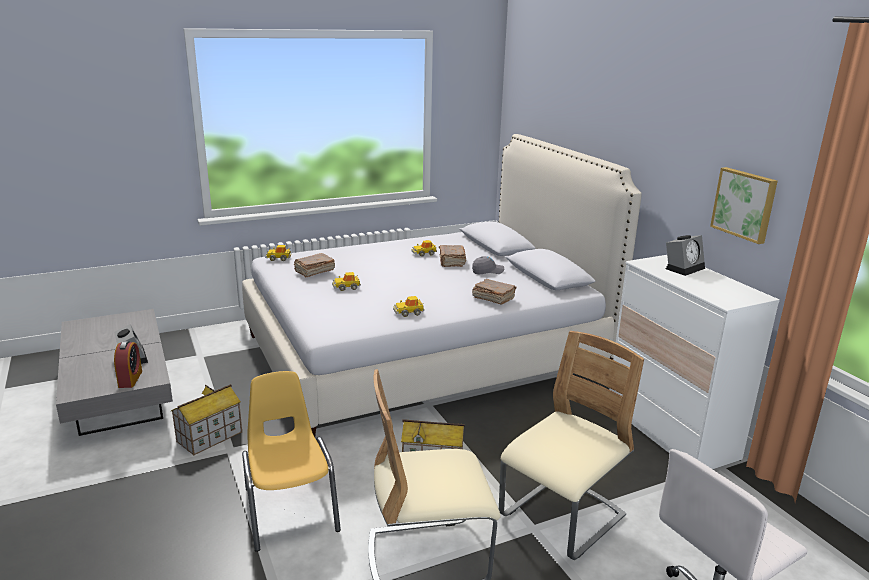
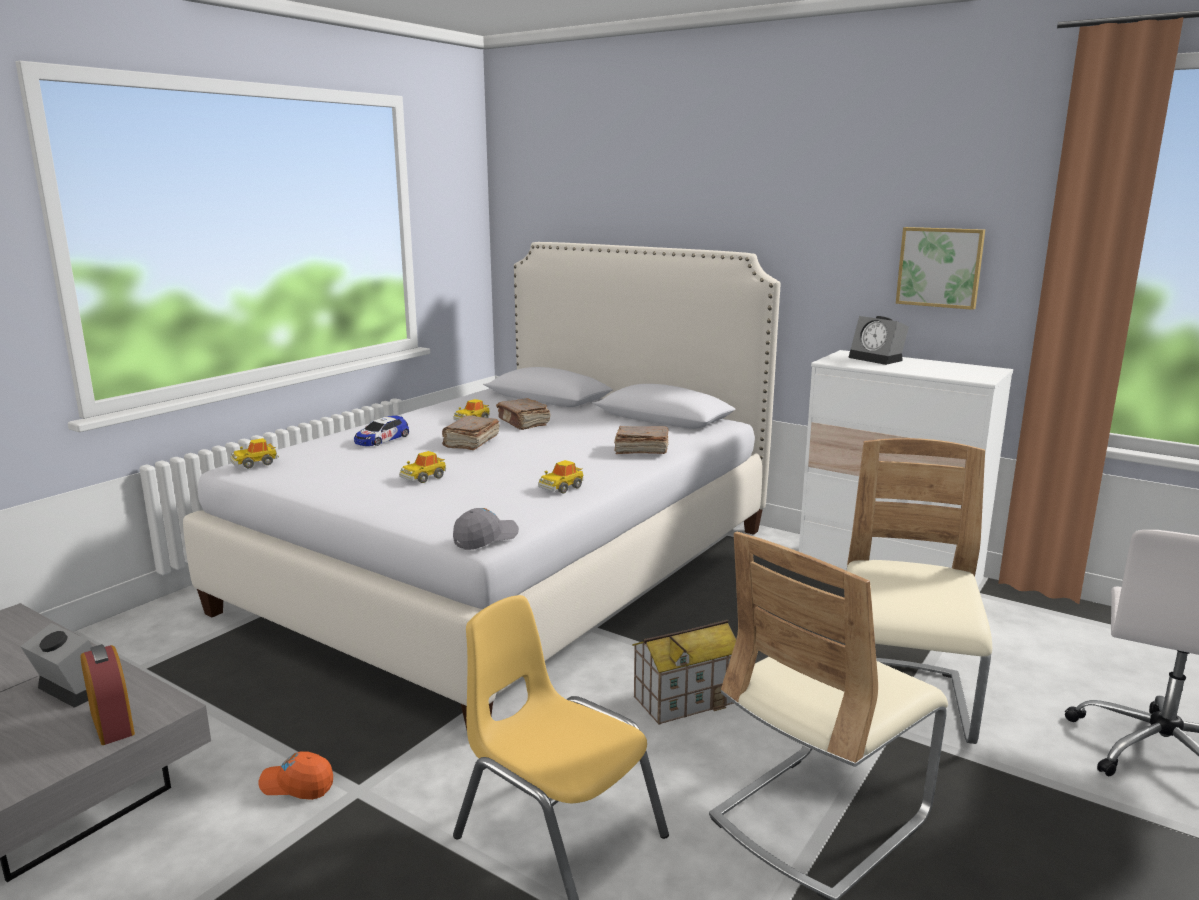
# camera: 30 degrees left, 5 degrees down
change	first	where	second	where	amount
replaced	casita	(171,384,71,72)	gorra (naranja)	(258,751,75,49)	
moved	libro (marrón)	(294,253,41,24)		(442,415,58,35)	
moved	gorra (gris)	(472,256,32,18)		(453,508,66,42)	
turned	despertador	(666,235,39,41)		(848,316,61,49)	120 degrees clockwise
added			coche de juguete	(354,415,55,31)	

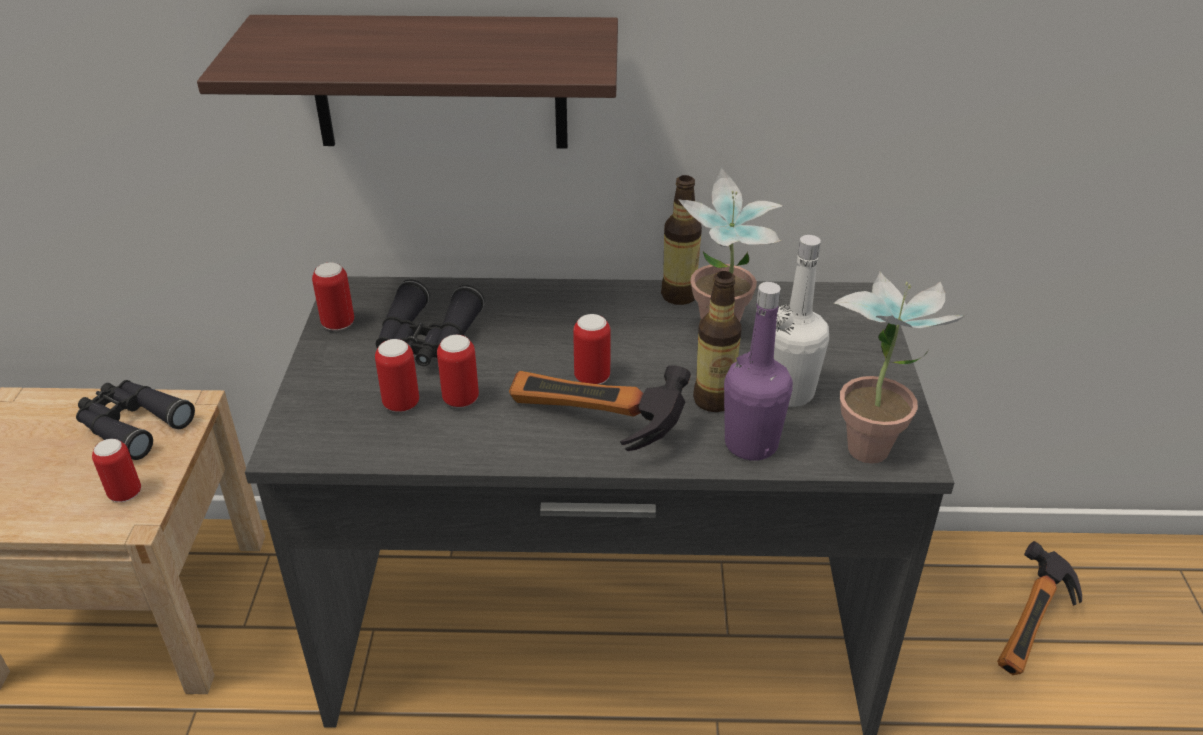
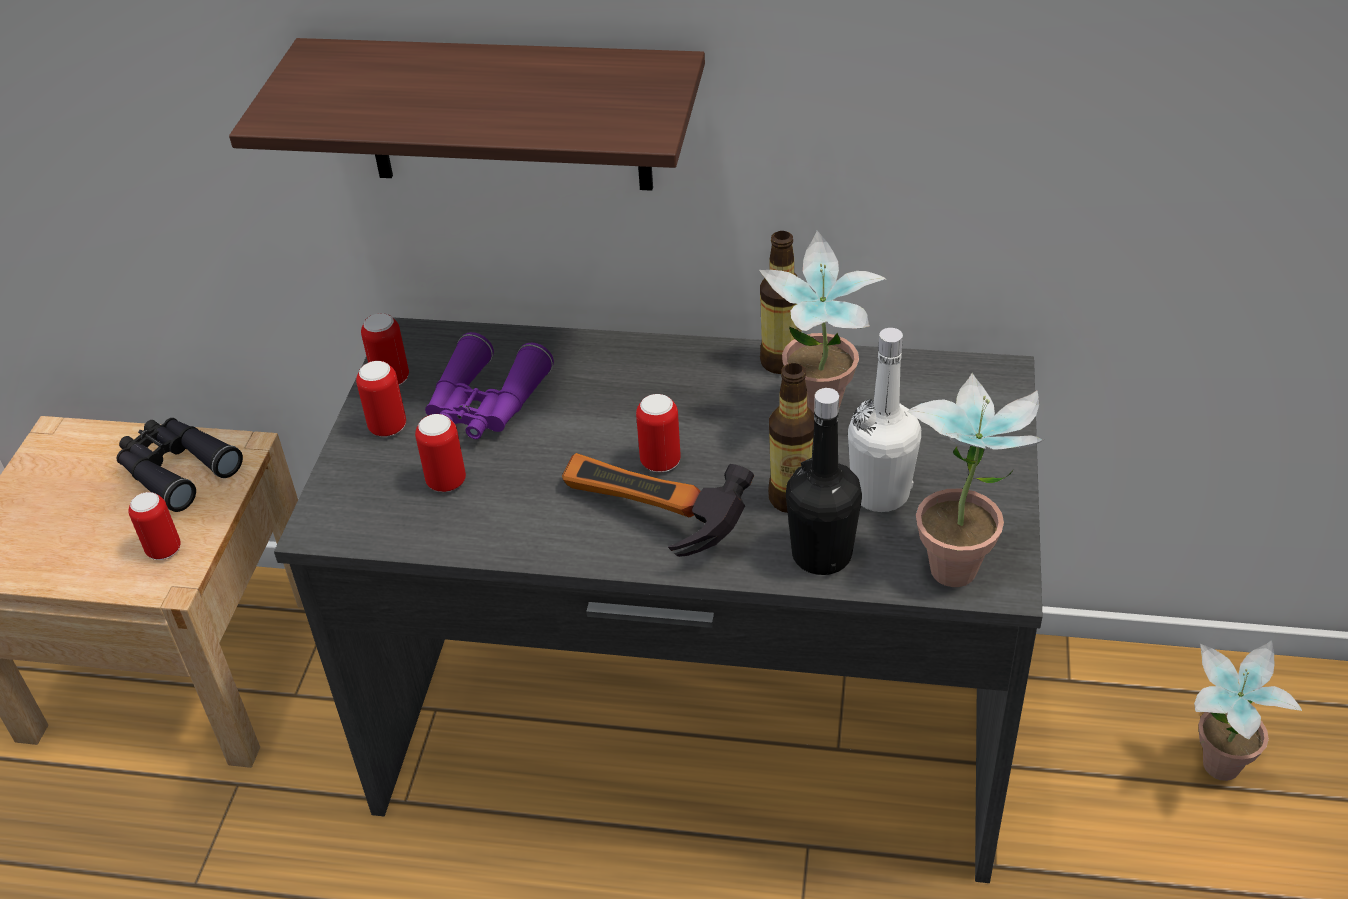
# camera: 10 degrees right, 5 degrees up
change	first	where	second	where	amount
recoloured	prismáticos (negro)	(376,279,109,87)	prismáticos (morado)	(425,332,129,107)	
moved	lata	(437,335,42,72)		(356,361,50,76)	
recoloured	botella (morado)	(724,282,69,178)	botella (negro)	(786,388,76,187)	
replaced	martillo	(997,541,85,134)	planta en maceta	(1194,640,108,141)	

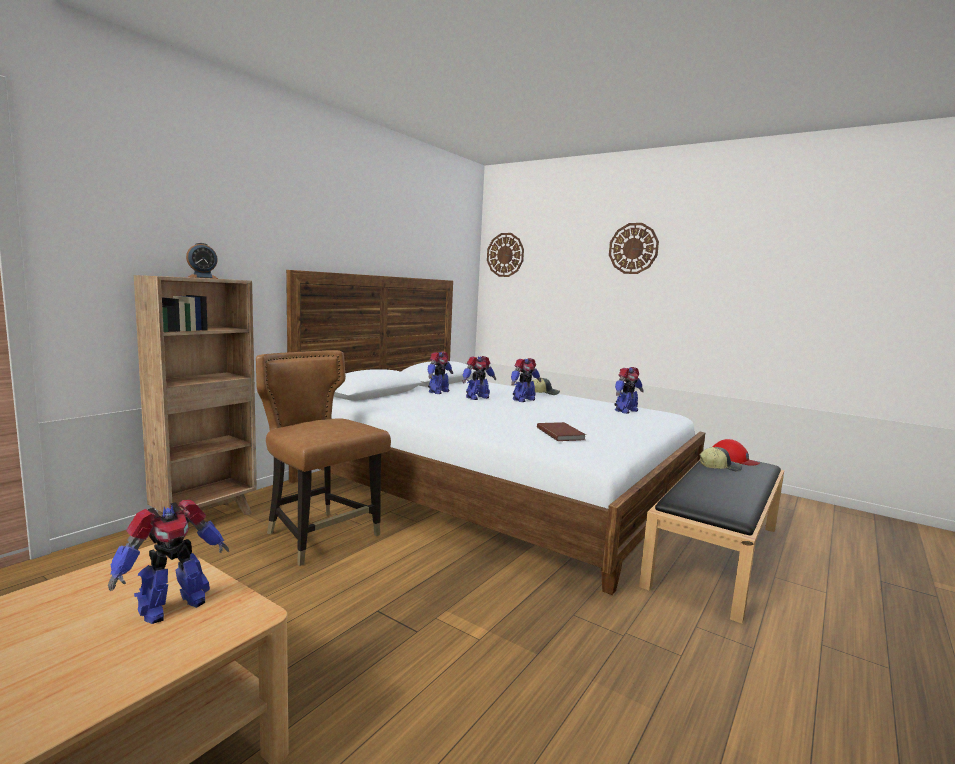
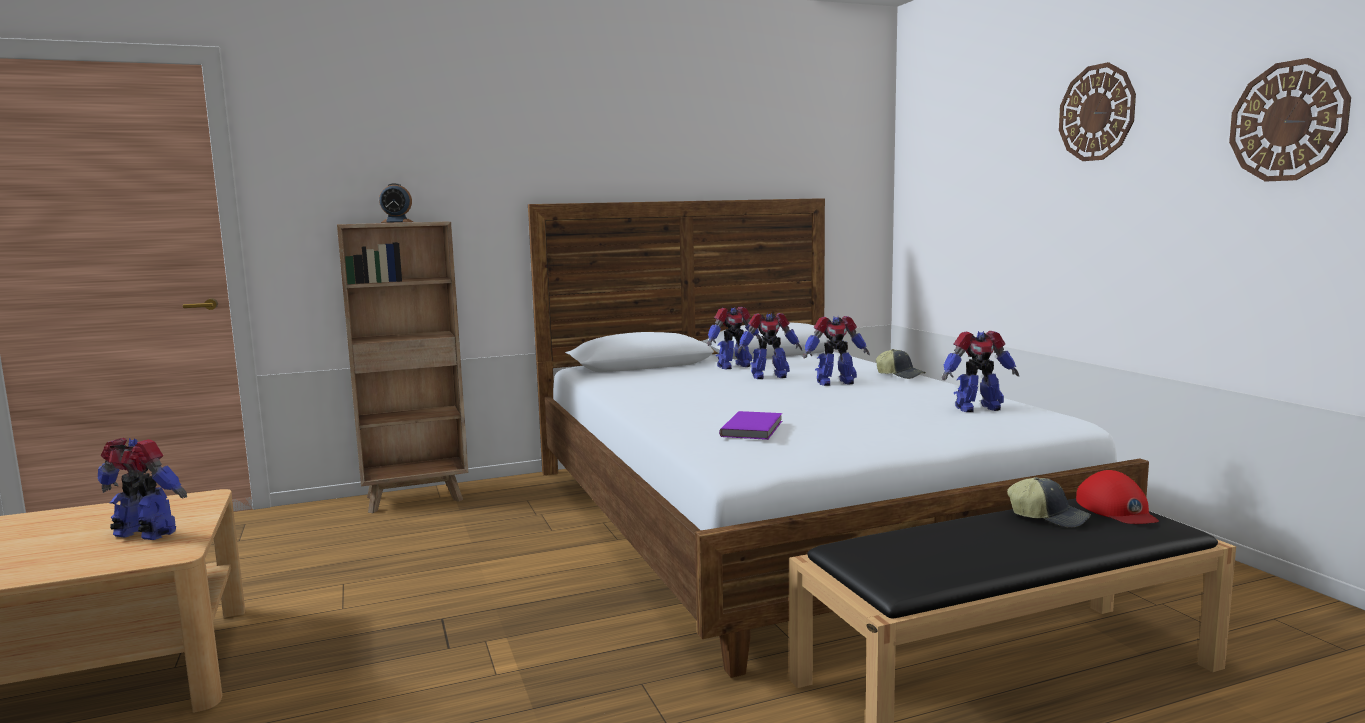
# camera: 35 degrees right, 0 degrees up
change	first	where	second	where	amount
turned	robot de juguete	(108,500,121,124)		(98,438,89,102)	150 degrees counterclockwise
removed	silla (marrón)	(256,350,135,216)			
moved	reloj de pared	(487,233,37,44)		(1229,58,122,124)	
recoloured	libro (marrón)	(537,422,49,19)	libro (morado)	(719,411,63,29)	

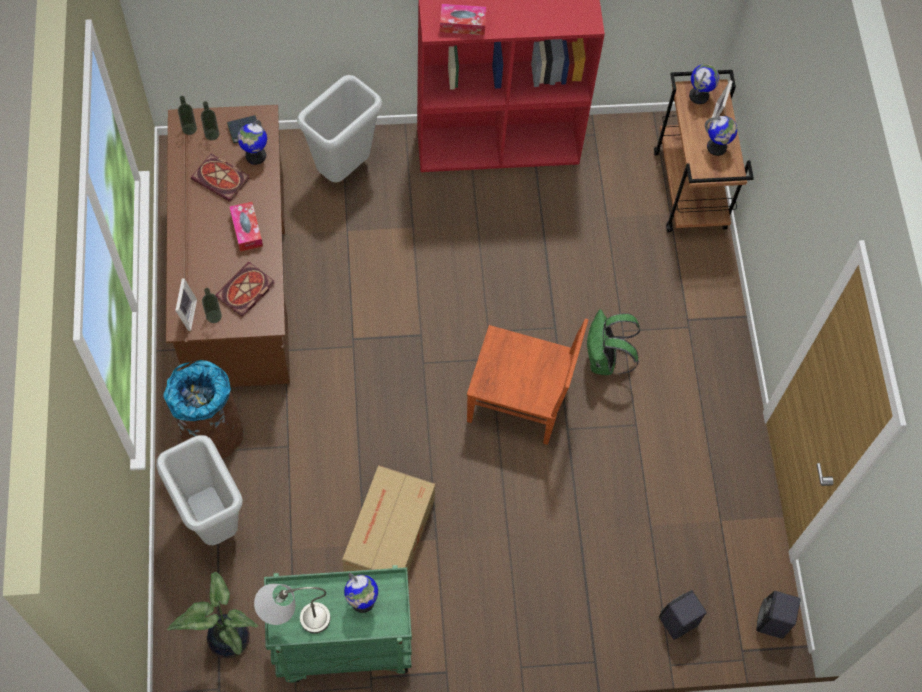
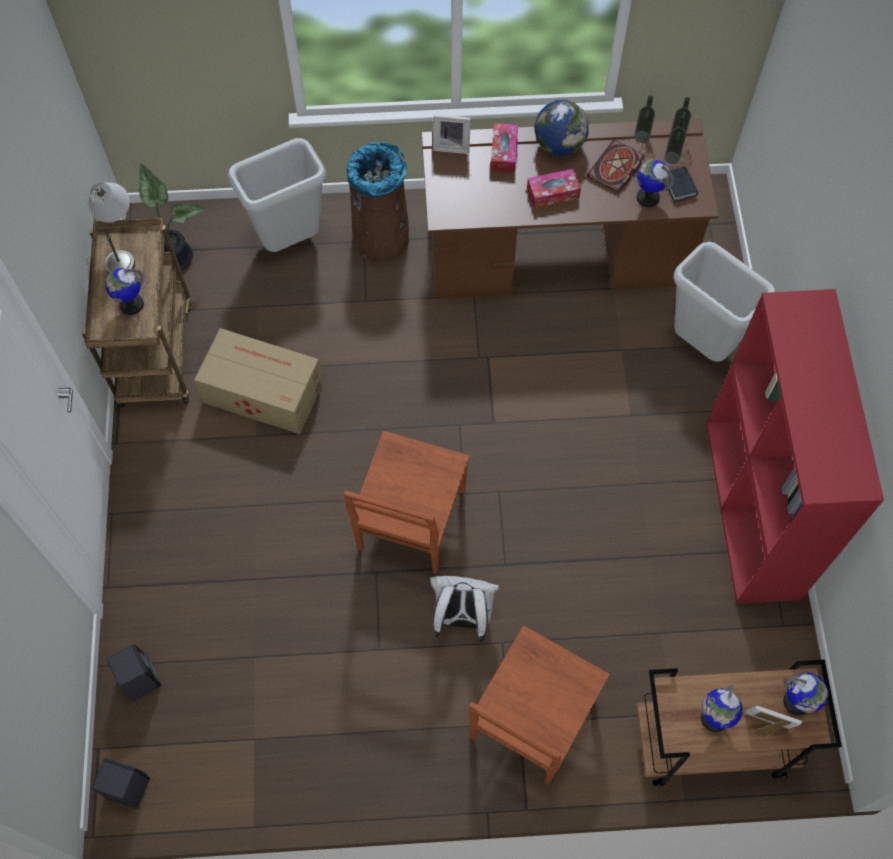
# camera: 95 degrees right, 0 degrees up
change	first	where	second	where	amount
moved	botella	(202,288,20,35)		(634,96,21,47)	
removed	libro	(215,262,60,55)			
recoloured	carrito (verde)	(264,565,148,118)	carrito (marrón)	(82,218,109,189)	
moved	caja de pañuelos	(440,4,46,31)		(490,123,28,50)	
recoloured	mochila (verde)	(587,309,53,66)	mochila (blanco)	(430,576,69,67)	
added			silla (marrón)	(469,626,141,159)	
added			globo terráqueo	(534,100,55,56)	

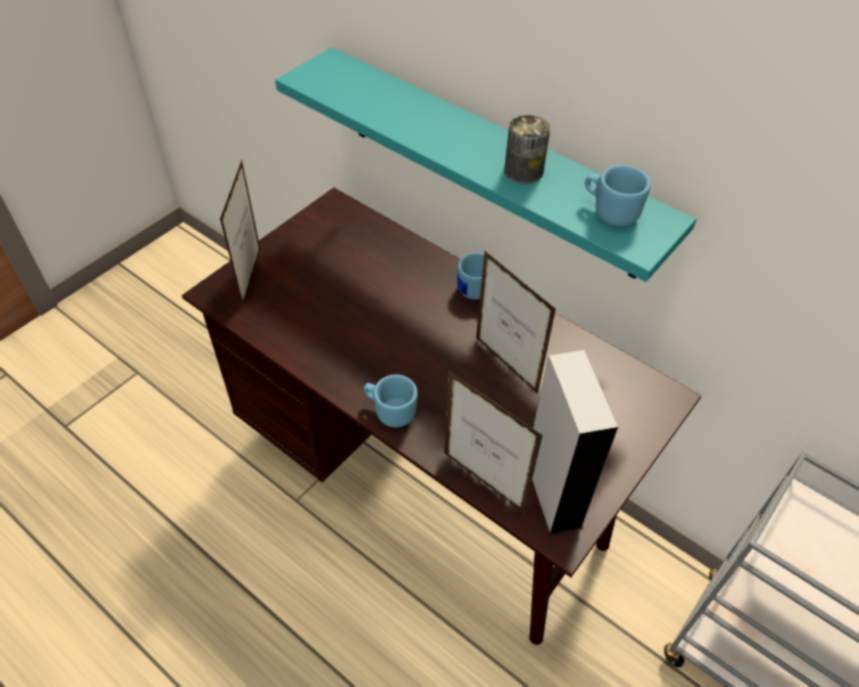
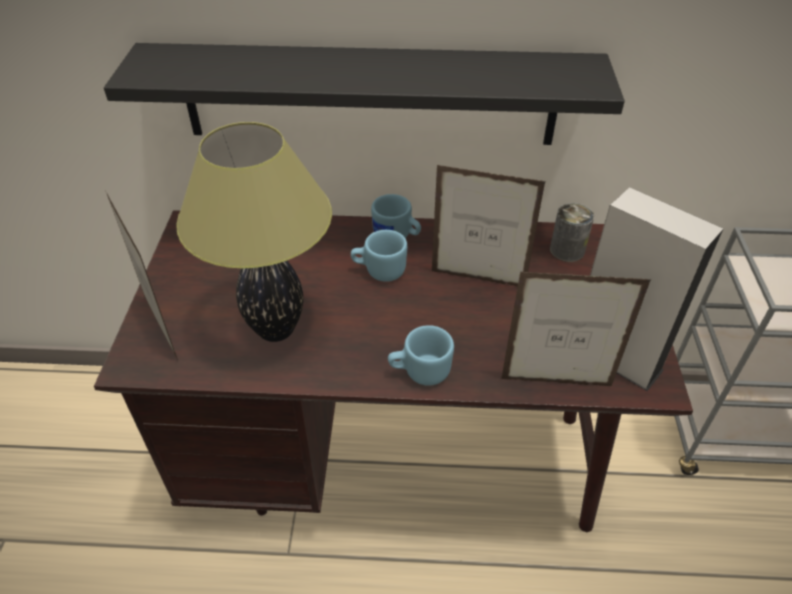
# camera: 35 degrees left, 5 degrees down
change	first	where	second	where	amount
recoloured	estante (turquesa)	(275,47,422,235)	estante (negro)	(104,43,521,102)	
moved	lata	(504,114,46,70)		(550,203,44,59)	
moved	taza grande (azul)	(585,165,66,62)		(351,230,56,52)	
added			lámpara de mesa	(176,122,156,220)	

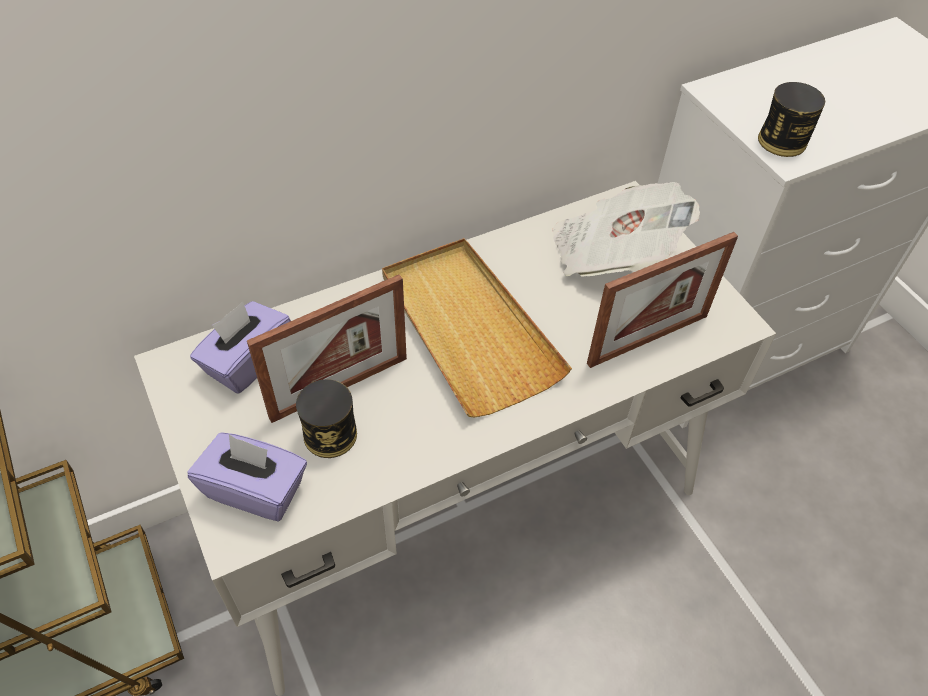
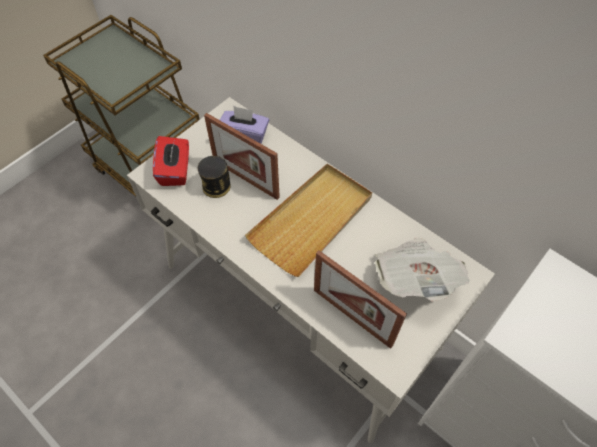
# camera: 70 degrees right, 5 degrees up
change	first	where	second	where	amount
recoloured	caja de pañuelos (morado)	(187,433,120,89)	caja de pañuelos (rojo)	(153,136,36,50)	
removed	lata	(758,82,67,75)			

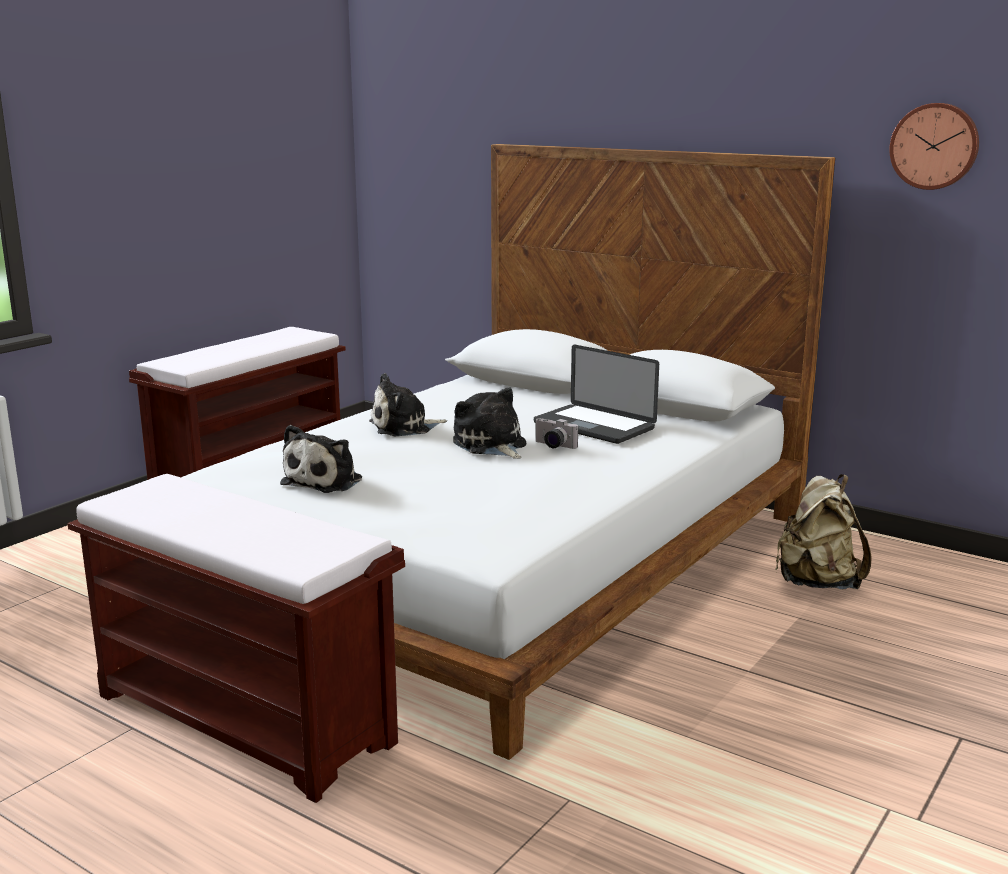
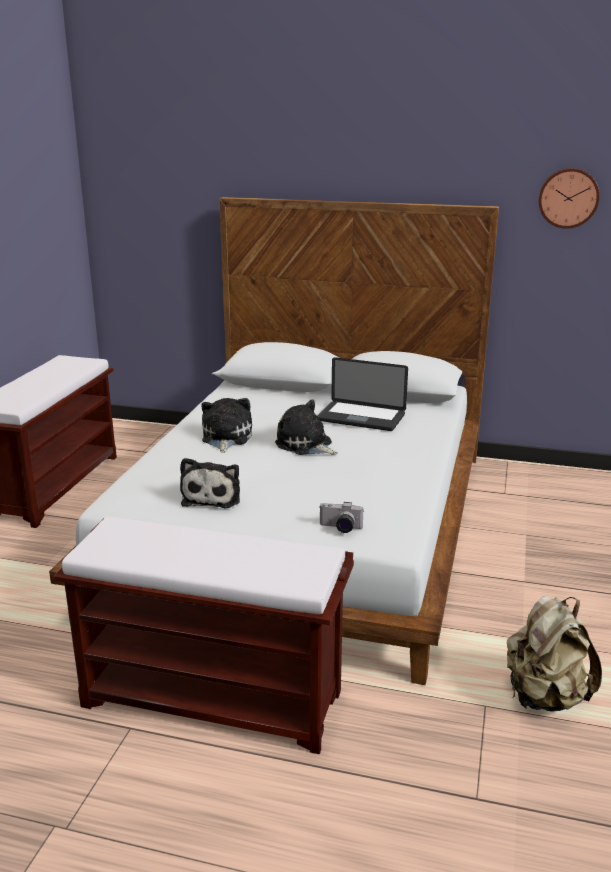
# camera: 20 degrees left, 5 degrees up
change	first	where	second	where	amount
turned	peluche	(369,373,78,63)		(201,398,51,55)	135 degrees clockwise
moved	cámara	(534,418,44,31)		(320,502,44,31)	
moved	mochila (beis)	(775,474,97,115)		(507,596,95,116)	

